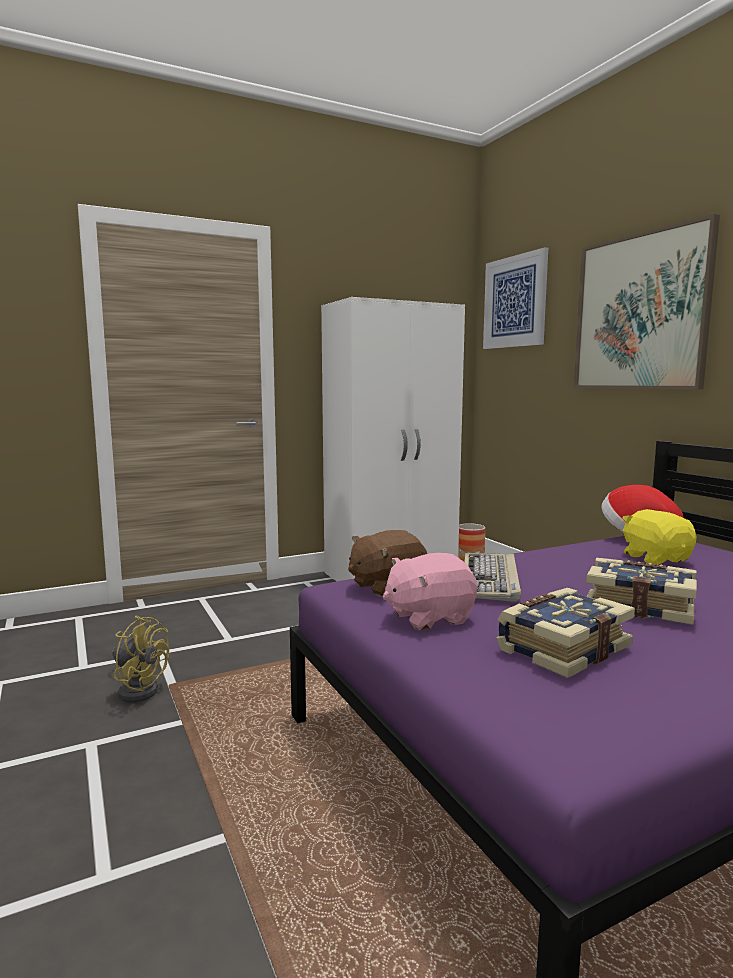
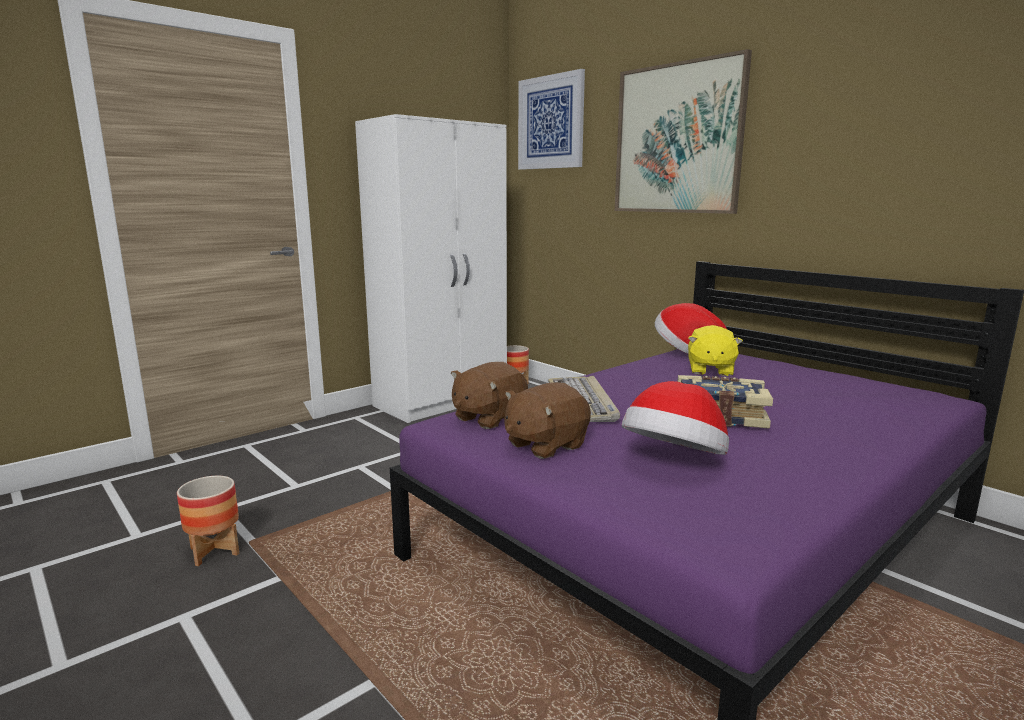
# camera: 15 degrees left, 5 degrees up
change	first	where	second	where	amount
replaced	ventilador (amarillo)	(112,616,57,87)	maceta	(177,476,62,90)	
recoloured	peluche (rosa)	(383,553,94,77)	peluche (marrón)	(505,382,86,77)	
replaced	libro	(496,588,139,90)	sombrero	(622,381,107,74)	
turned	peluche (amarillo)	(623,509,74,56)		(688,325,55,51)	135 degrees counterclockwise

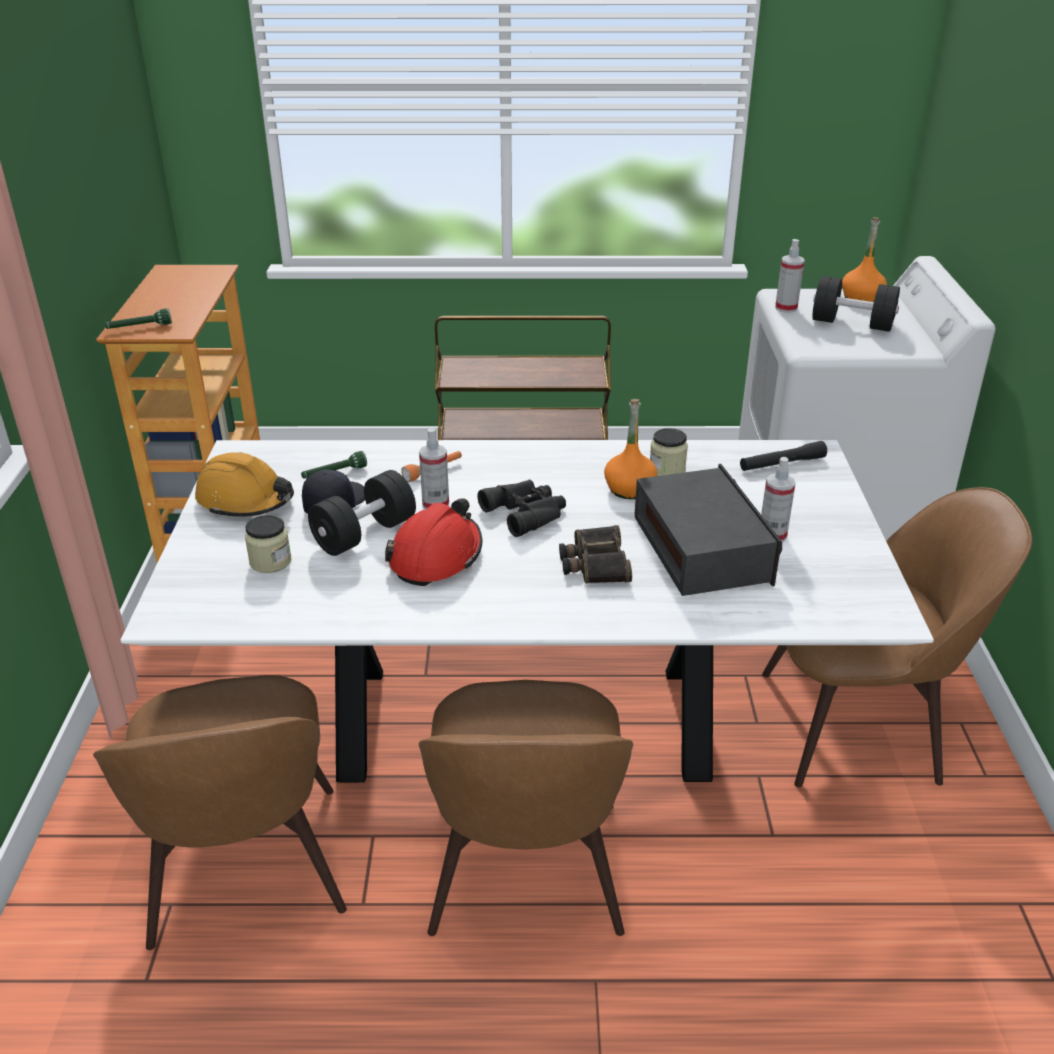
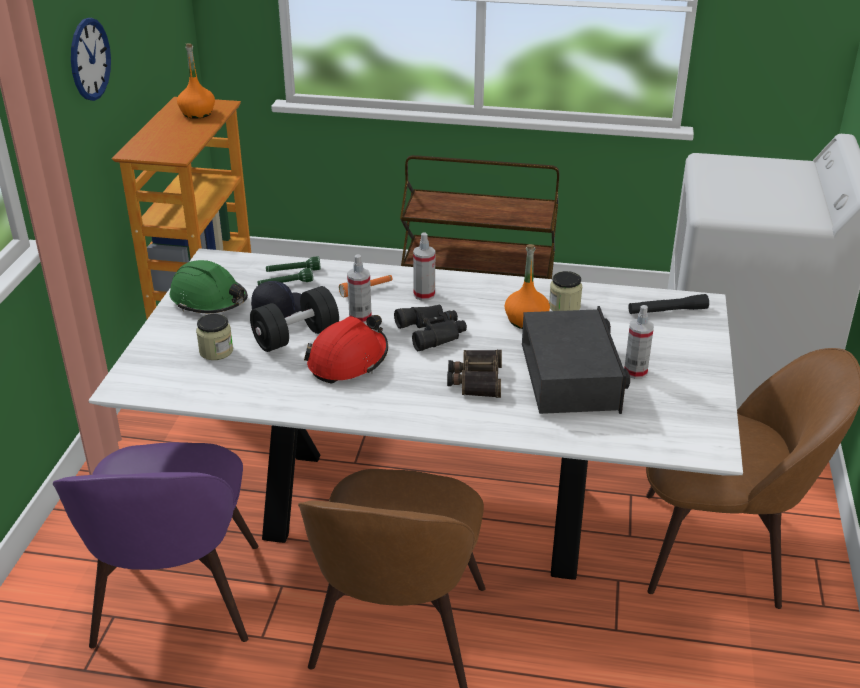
# camera: 10 degrees right, 0 degrees up
change	first	where	second	where	amount
recoloured	silla (marrón)	(93,675,254,275)	silla (morado)	(53,442,205,206)	
moved	linterna (verde)	(105,308,67,21)		(266,257,54,15)	
recoloured	casco (naranja)	(195,452,99,65)	casco (verde)	(170,260,78,53)	
moved	pulverizador	(775,239,30,74)		(413,233,22,68)	
removed	mancuerna (negro)	(812,276,88,56)			
moved	botella (naranja)	(842,217,45,85)		(177,44,38,75)	
added			reloj de pared	(71,18,40,83)	

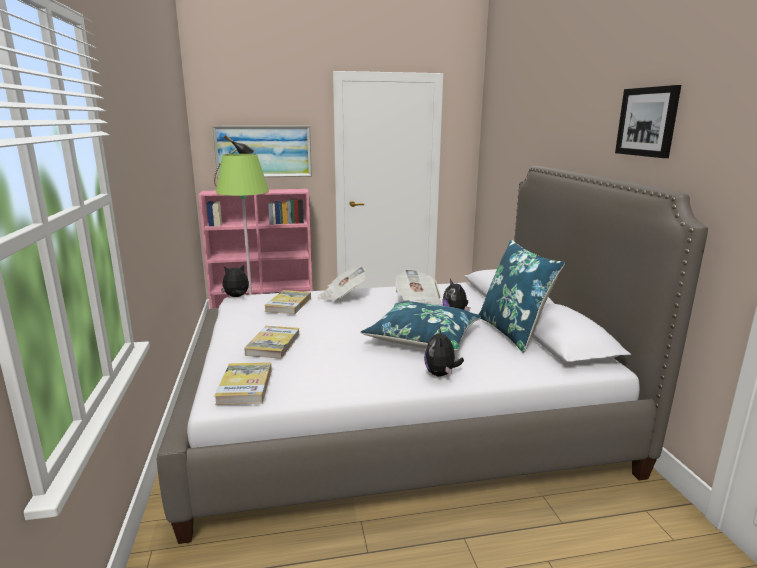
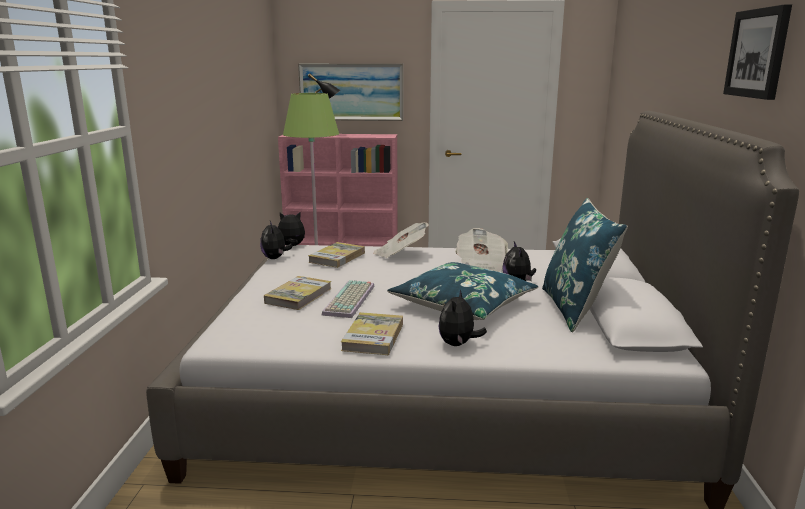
# camera: 15 degrees right, 0 degrees up
change	first	where	second	where	amount
moved	libro	(214,362,58,43)		(341,312,62,43)	
added			peluche	(260,221,33,38)	
added			teclado	(321,280,54,38)	

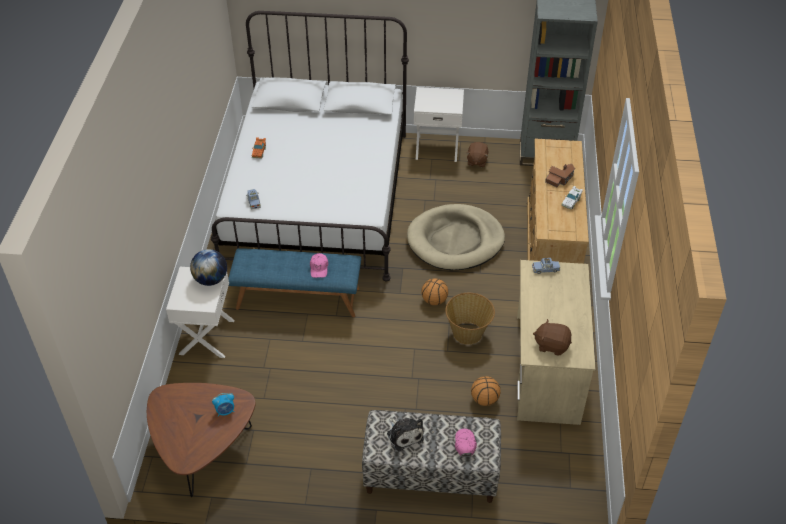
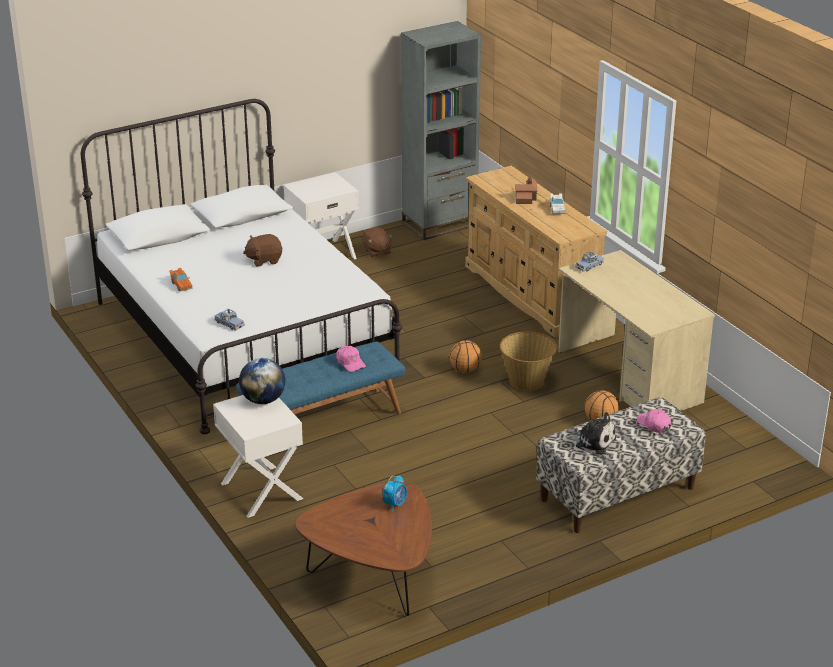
# camera: 35 degrees left, 15 degrees down
change	first	where	second	where	amount
removed	cama para perro (beis)	(407,204,98,66)			
moved	peluche (marrón)	(533,319,39,37)		(243,234,39,32)	

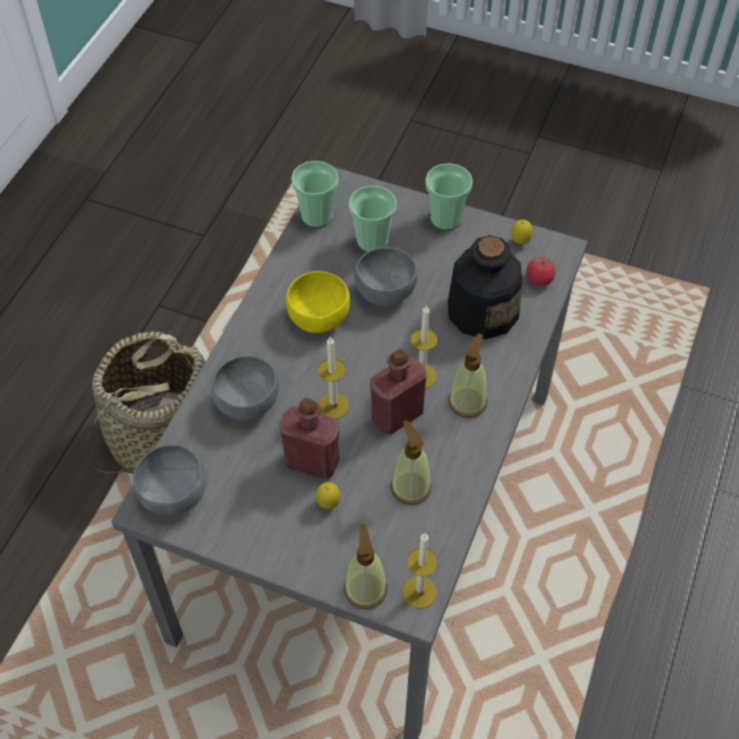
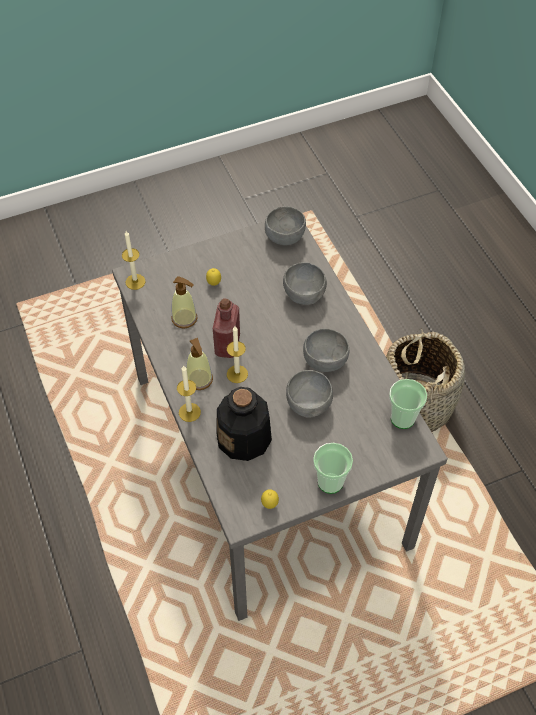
# camera: 135 degrees right, 0 degrees up
change	first	where	second	where	amount
removed	botella (rojo)	(280,398,60,82)			
recoloured	cuenco (amarillo)	(286,271,64,62)	cuenco (gris)	(303,328,46,44)	
moved	vela	(318,336,31,83)		(177,365,24,57)	
removed	dispensador de jabón	(344,524,43,85)			
removed	taza	(349,186,47,66)			
removed	tomate	(526,256,30,30)			

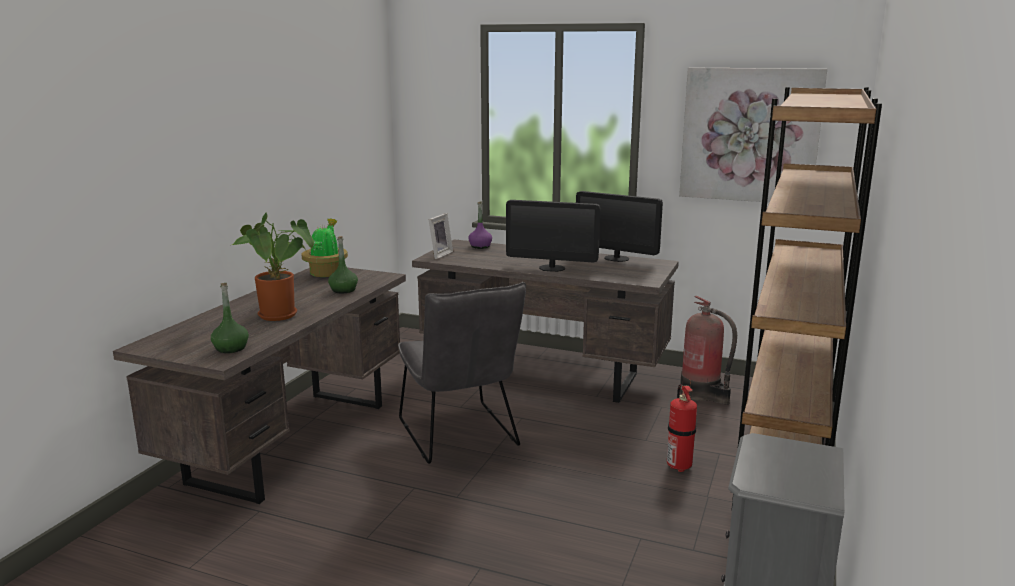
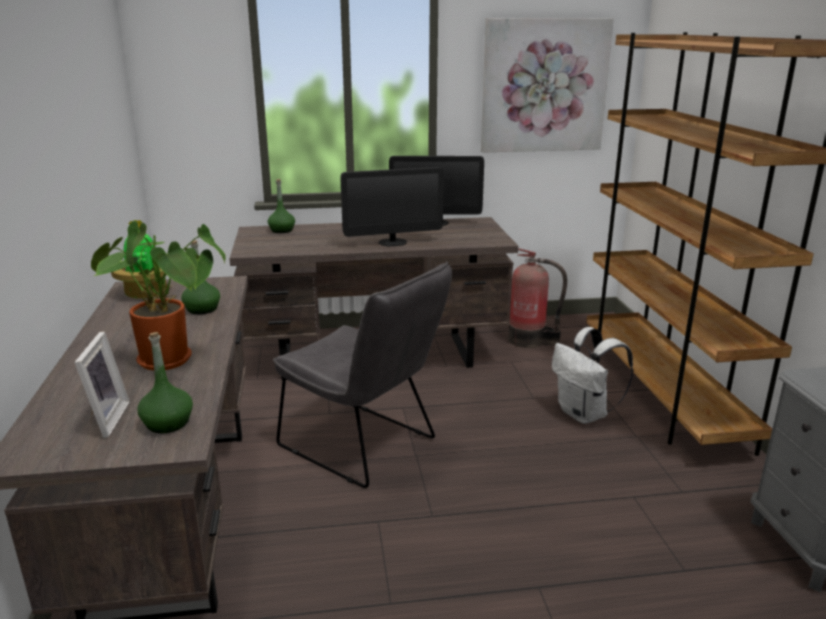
# camera: 30 degrees left, 5 degrees up
change	first	where	second	where	amount
moved	portarretratos	(428,213,25,46)		(74,331,56,107)	
recoloured	botella (morado)	(468,201,24,48)	botella (verde)	(268,179,27,54)	
replaced	extintor	(667,382,30,90)	mochila (blanco)	(552,327,82,97)	

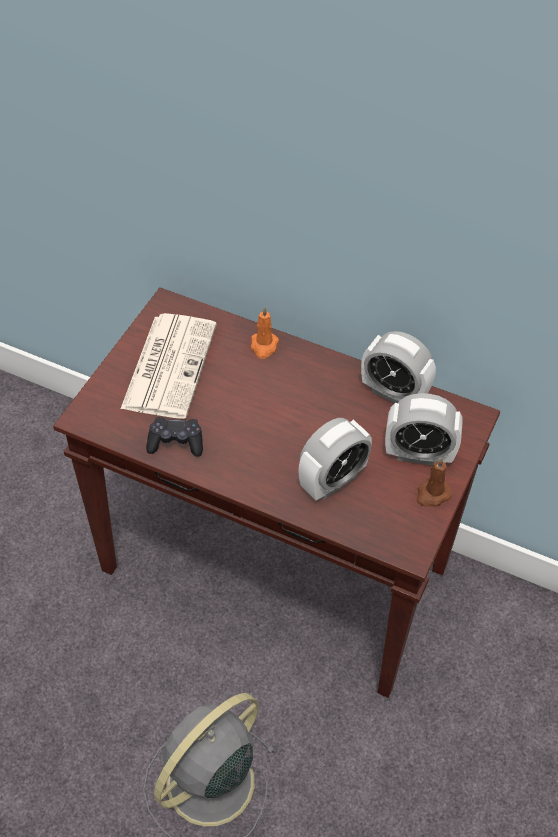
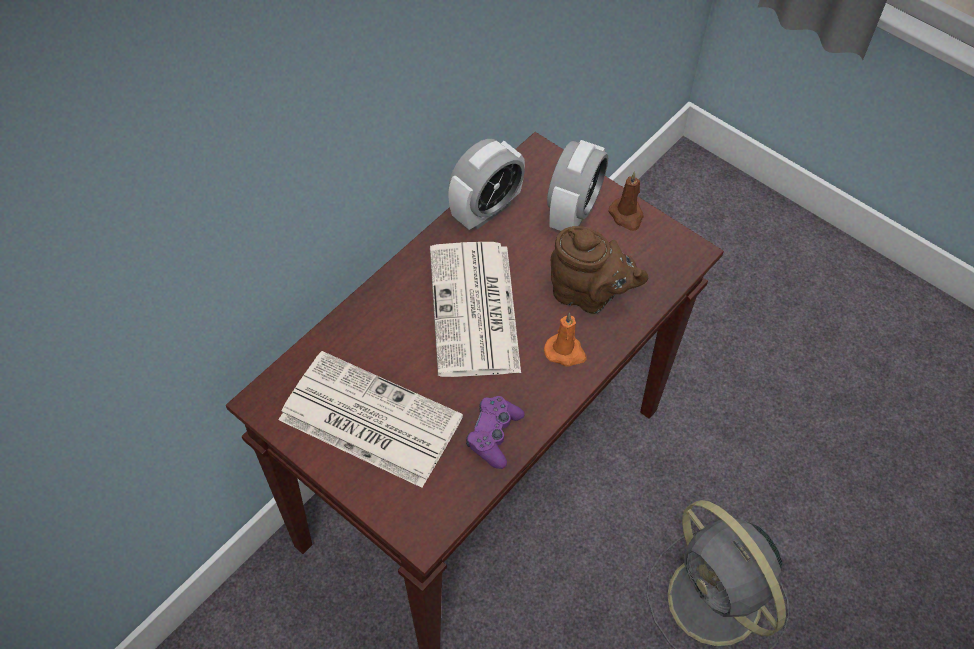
# camera: 75 degrees left, 5 degrees up
change	first	where	second	where	amount
recoloured	mando de consola (negro)	(146,417,57,40)	mando de consola (morado)	(466,396,59,73)	
moved	vela (naranja)	(251,307,28,52)		(544,313,43,53)	
replaced	despertador	(299,418,73,82)	tetera (marrón)	(551,226,97,87)	
added			periódico	(430,242,91,135)	

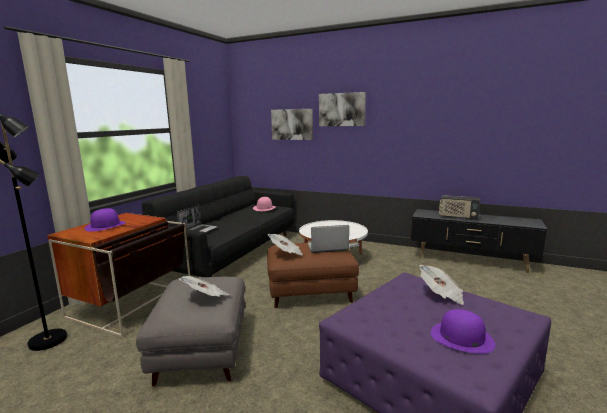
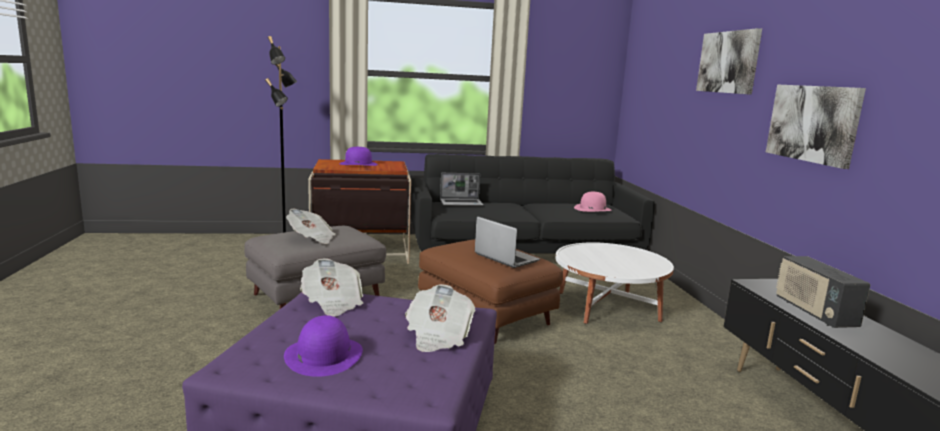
# camera: 55 degrees right, 0 degrees up
change	first	where	second	where	amount
moved	periódico	(268,234,35,22)		(300,258,63,59)	
moved	cuadro	(271,109,42,31)		(766,84,100,85)	

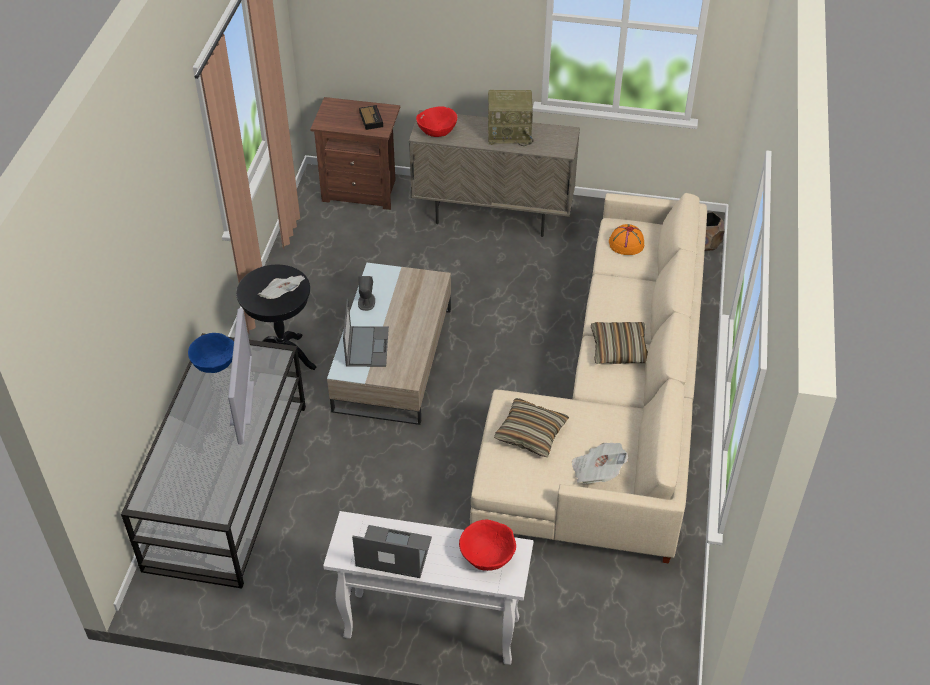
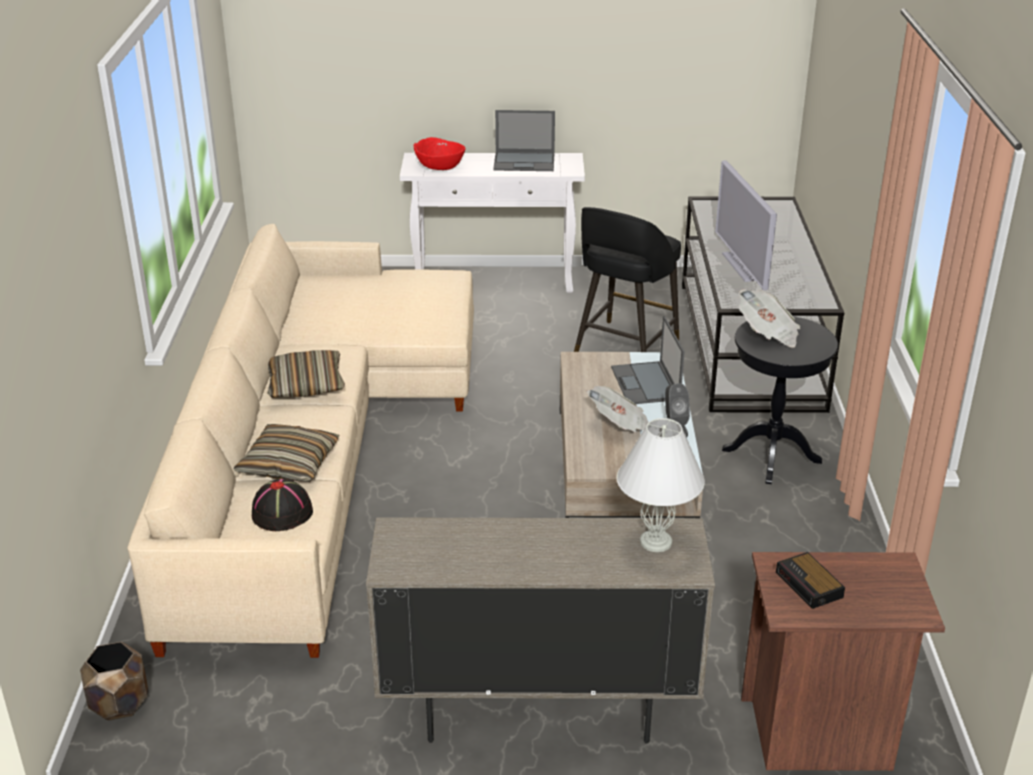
# camera: 170 degrees right, 15 degrees down
change	first	where	second	where	amount
removed	cuenco (azul)	(188,333,46,40)			
replaced	cuenco (rojo)	(416,106,41,31)	lámpara de mesa (blanco)	(617,418,88,134)	
removed	radio	(488,90,46,56)			
moved	cojín	(494,398,75,59)		(233,424,106,58)	
moved	periódico	(572,443,56,41)		(586,386,62,47)	
recoloured	sombrero (naranja)	(609,224,35,31)	sombrero (negro)	(252,479,61,52)	
added			taburete (negro)	(574,207,107,145)	

